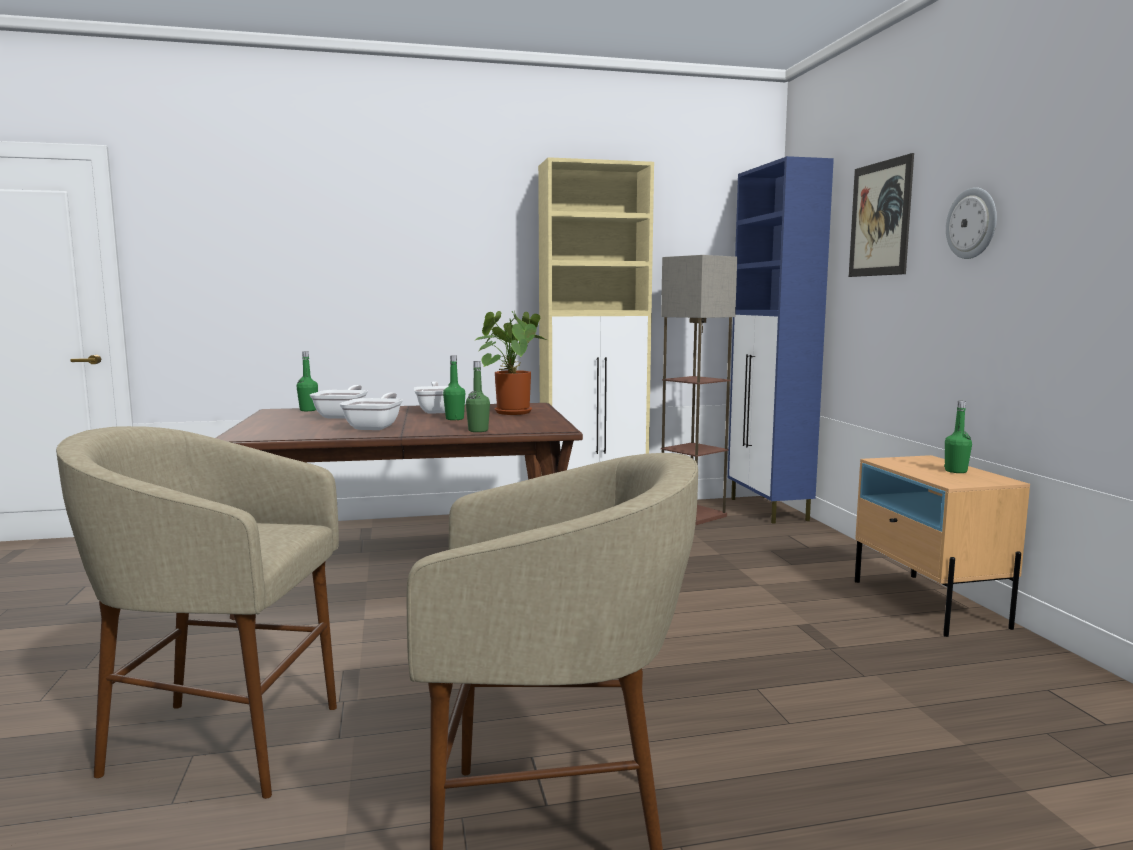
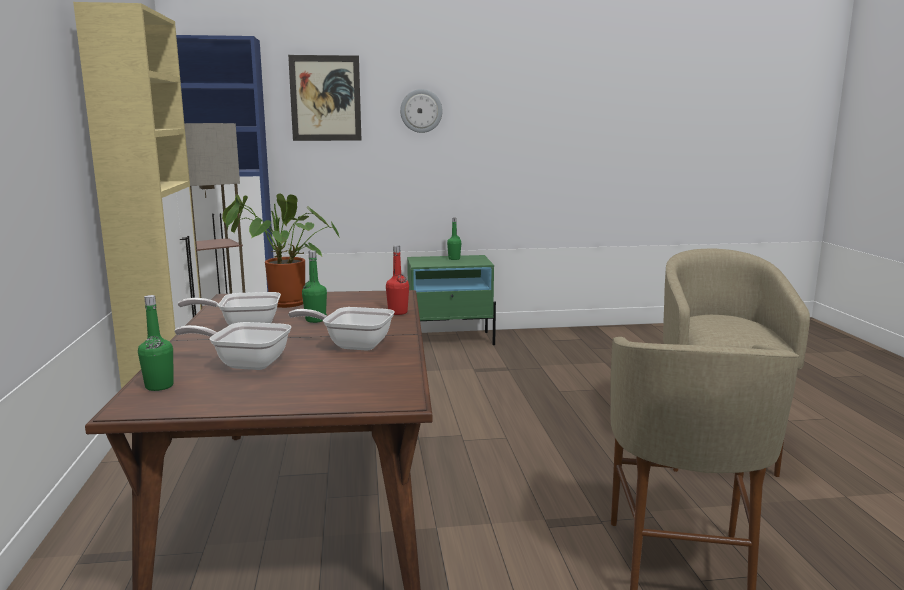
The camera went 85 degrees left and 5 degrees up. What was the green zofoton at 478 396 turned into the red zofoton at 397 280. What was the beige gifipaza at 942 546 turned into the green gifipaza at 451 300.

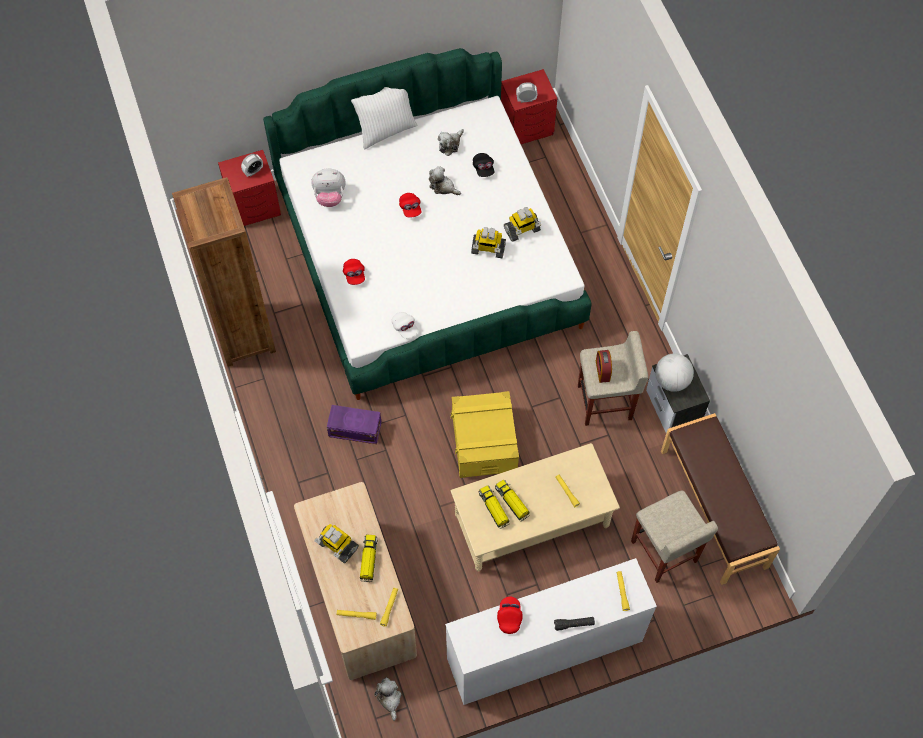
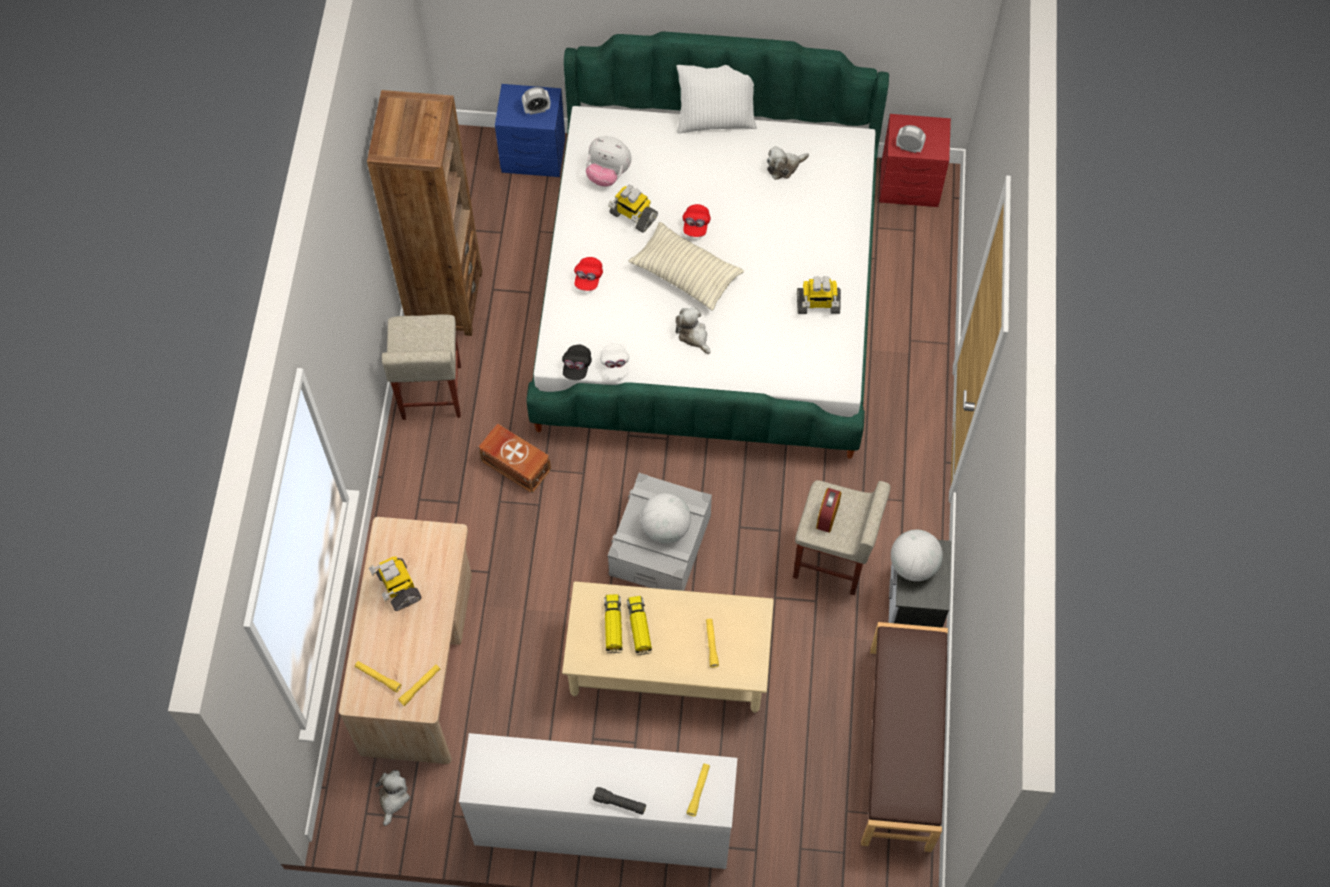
The camera went 25 degrees right and 0 degrees up. What was the red gifipaza at 249 188 turned into the blue gifipaza at 530 130. The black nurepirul ended up elsewhere, having gone from 483 165 to 577 362. The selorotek ended up elsewhere, having gone from 445 180 to 693 330. The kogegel ended up elsewhere, having gone from 488 242 to 633 209. What was the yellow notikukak at 485 434 turned into the grey notikukak at 660 532. What was the purple notikukak at 354 424 turned into the brown notikukak at 514 458. The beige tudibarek ended up elsewhere, having gone from 674 537 to 421 367. The second view lost the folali at 369 558. The second view lost the red nurepirul at 510 615. The second view gained the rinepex at 686 266. The second view gained the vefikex at 666 518.

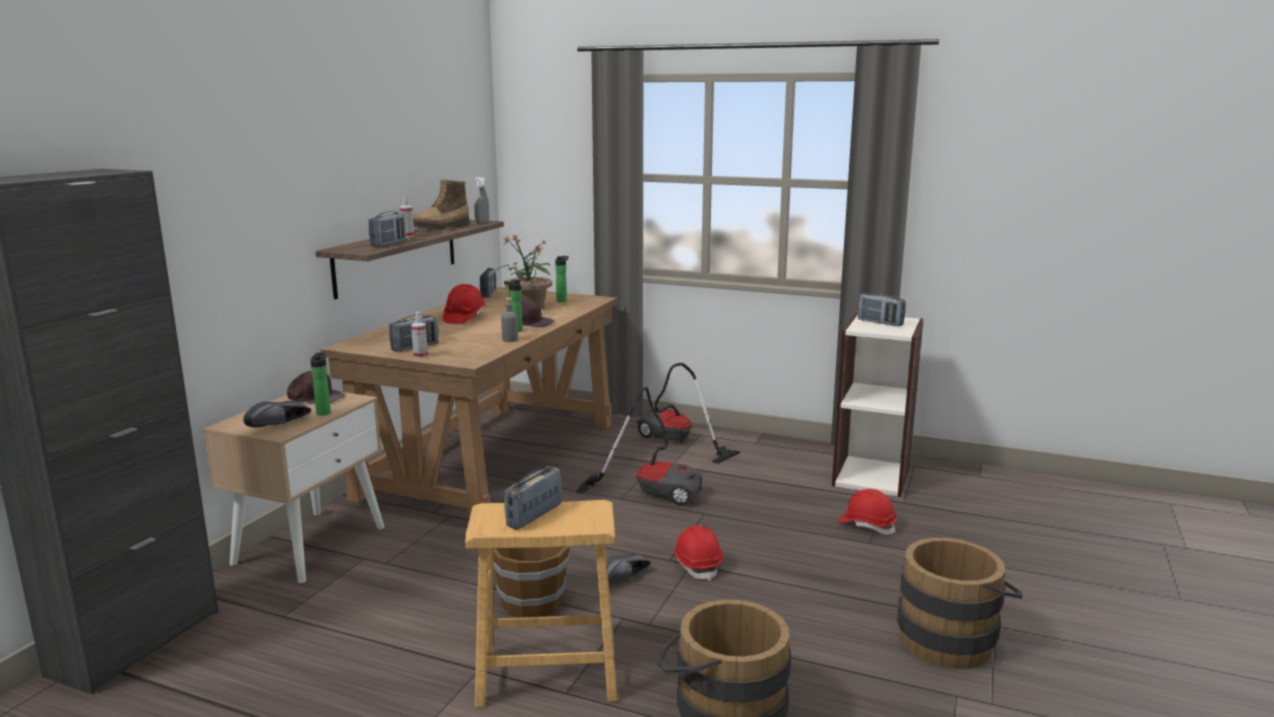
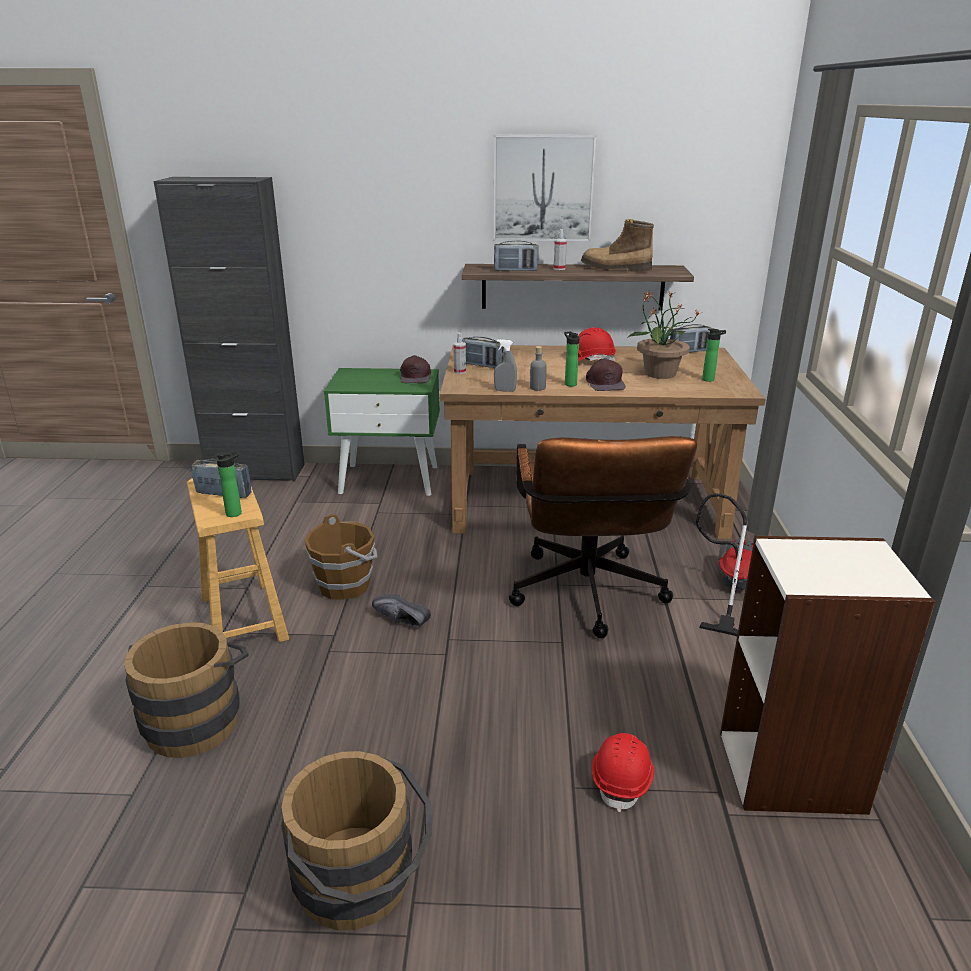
The camera went 70 degrees right and 10 degrees up. The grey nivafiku ended up elsewhere, having gone from 482 200 to 505 365. The second view lost the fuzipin at 882 309. The zofoton ended up elsewhere, having gone from 320 384 to 228 484. Where the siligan stood at 639 446, the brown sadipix came to stand at 603 537. What was the beige gifipaza at 293 487 turned into the green gifipaza at 382 432. The second view lost the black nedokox at 277 414. The second view lost the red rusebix at 698 553. The second view gained the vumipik at 545 188.

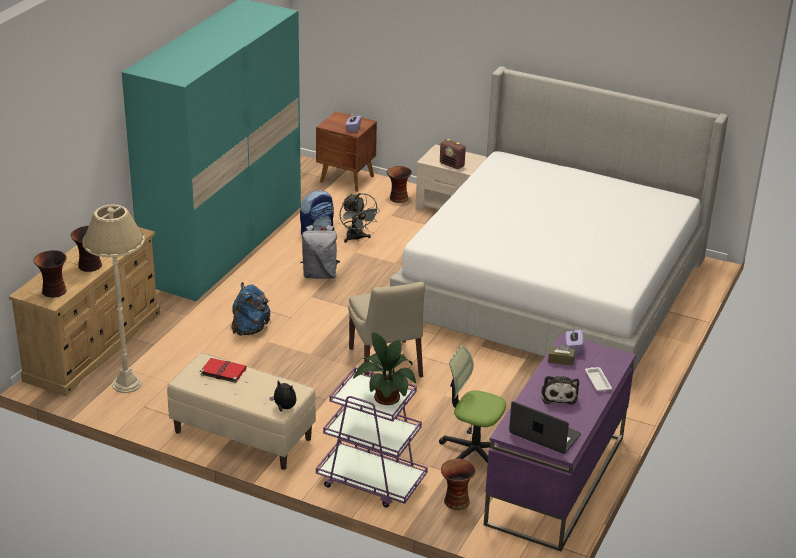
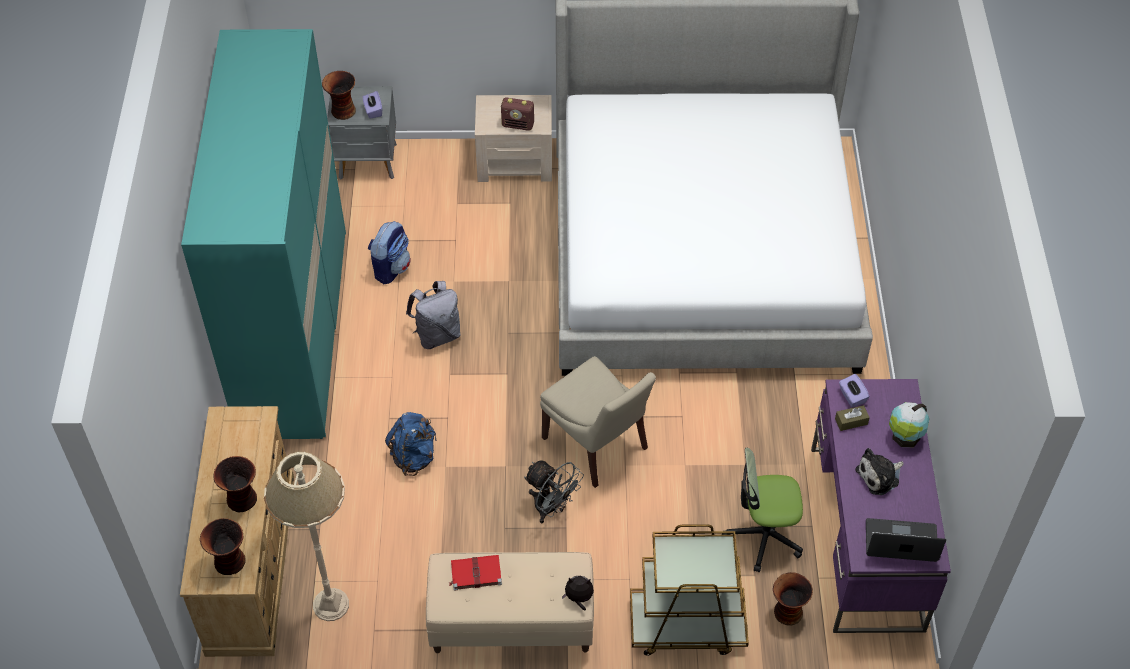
The camera went 25 degrees left and 20 degrees up. What was the brown gifipaza at 346 151 turned into the grey gifipaza at 362 132. The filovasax ended up elsewhere, having gone from 399 184 to 339 95. The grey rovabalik ended up elsewhere, having gone from 360 218 to 554 491. The second view lost the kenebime at 384 368. What was the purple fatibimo at 372 437 turned into the brown fatibimo at 689 590. Where the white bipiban stood at 598 379, the vefikex came to stand at 909 424. The selorotek at 560 390 ended up facing another way, 90 degrees clockwise from before.

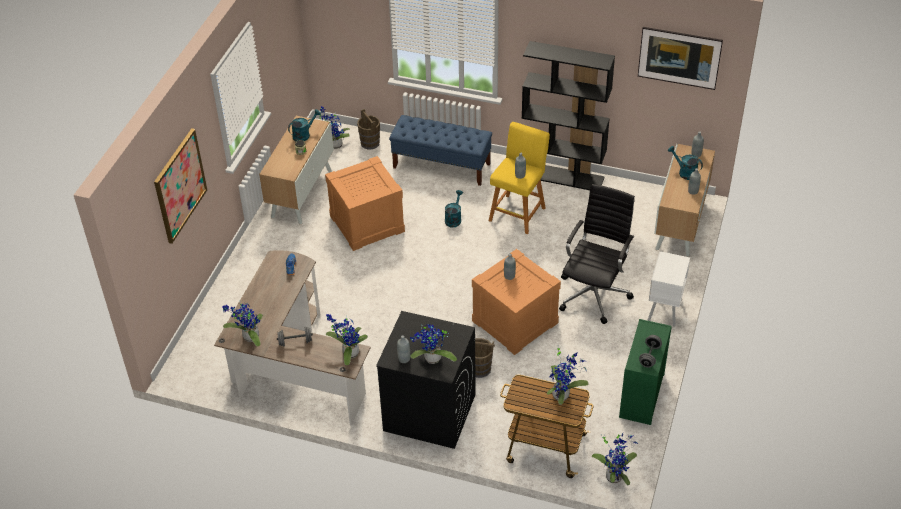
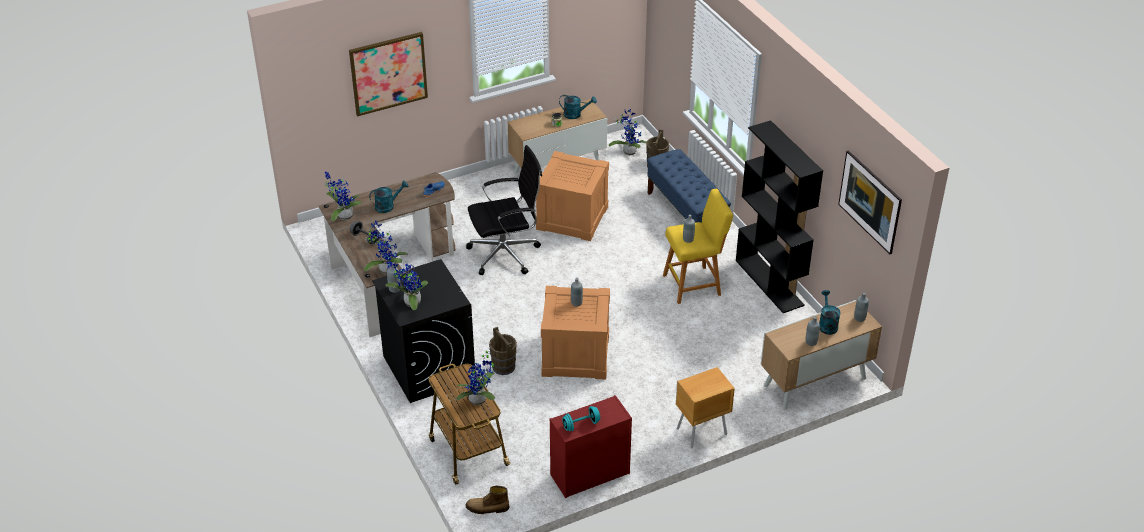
The camera went 45 degrees right and 5 degrees down. The black sadipix ended up elsewhere, having gone from 597 254 to 504 210. The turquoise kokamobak ended up elsewhere, having gone from 454 208 to 388 197. What was the white gifipaza at 669 289 turned into the brown gifipaza at 705 407. What was the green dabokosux at 645 372 turned into the red dabokosux at 591 446. What was the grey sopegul at 650 351 turned into the turquoise sopegul at 581 418. Where the kenebime stood at 615 458, the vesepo came to stand at 487 500.

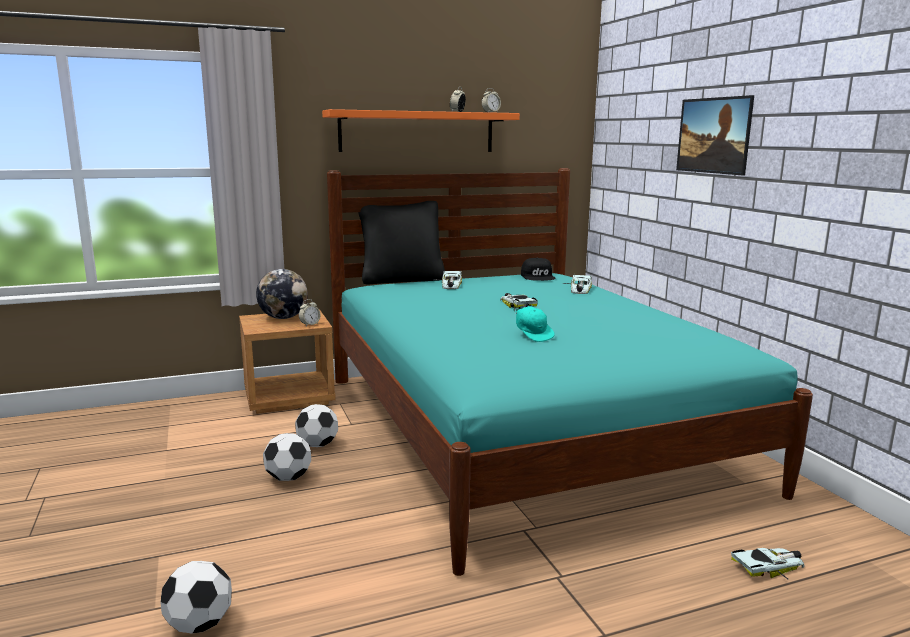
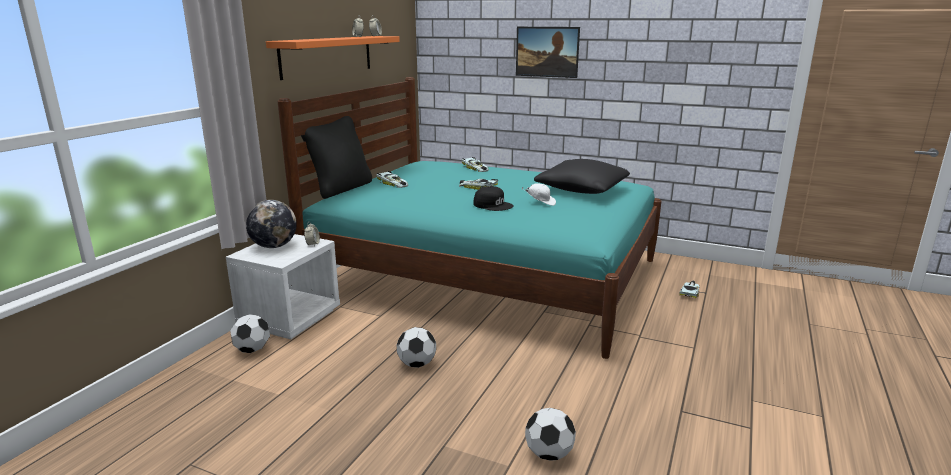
The camera went 45 degrees left and 5 degrees up. The black nurepirul ended up elsewhere, having gone from 538 269 to 493 198. What was the turquoise nurepirul at 534 324 turned into the white nurepirul at 538 194. What was the brown gifipaza at 287 361 turned into the white gifipaza at 283 286. The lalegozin ended up elsewhere, having gone from 316 425 to 250 333. The second view gained the black rinepex at 582 176.

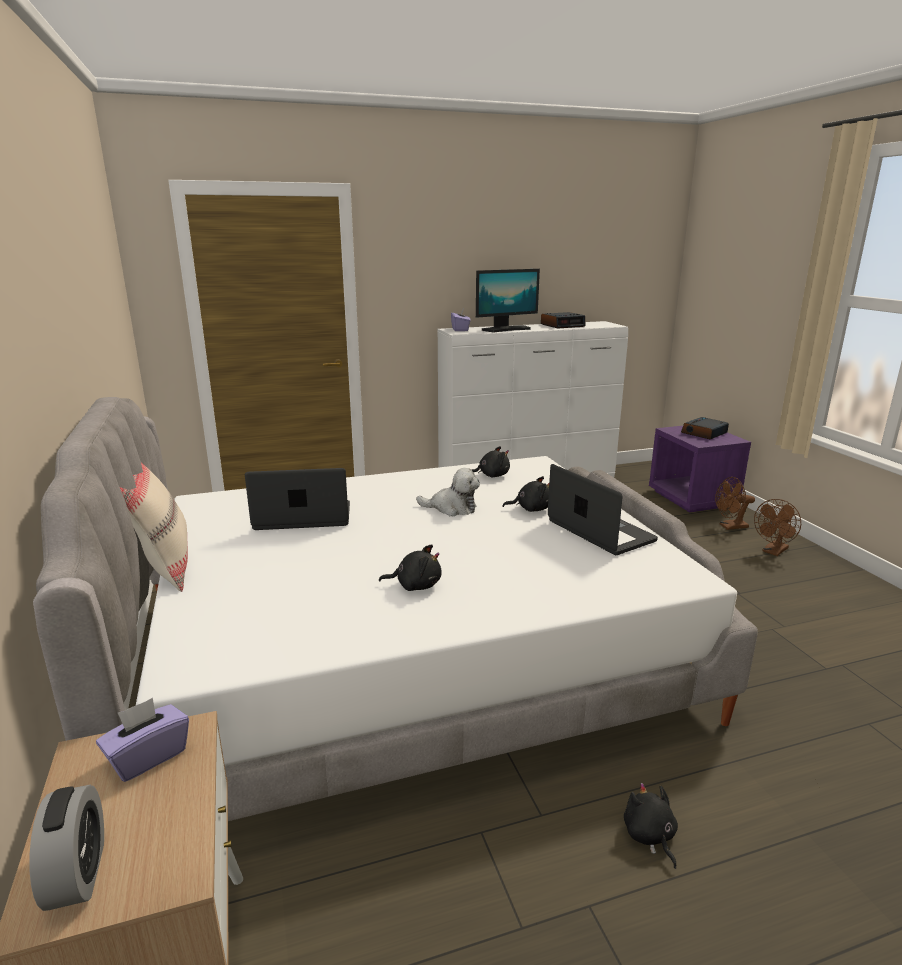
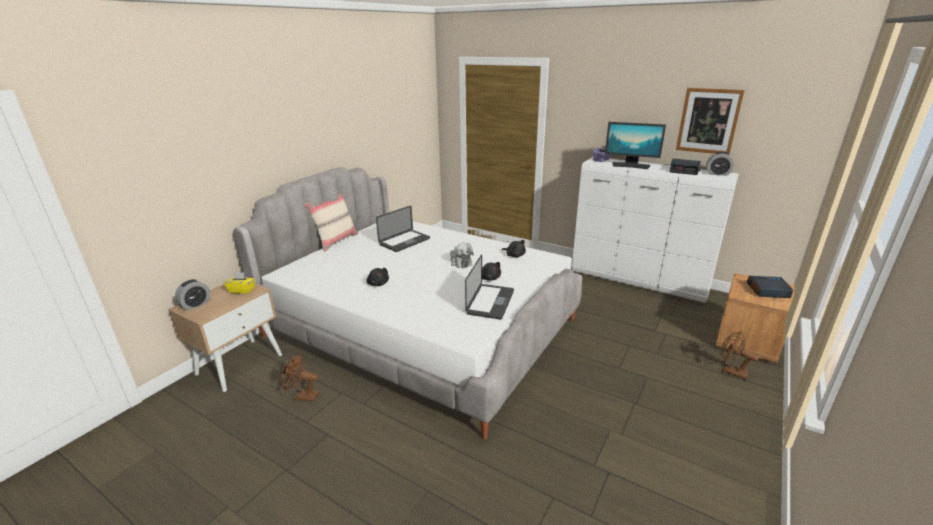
The camera went 50 degrees right and 5 degrees up. What was the purple gifipaza at 700 469 turned into the brown gifipaza at 755 317. The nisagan at 297 499 ended up facing another way, 90 degrees clockwise from before. The brown rovabalik ended up elsewhere, having gone from 777 527 to 300 377. What was the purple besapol at 142 740 turned into the yellow besapol at 239 283. The second view lost the black selorotek at 651 826. The second view gained the vumipik at 710 121. The second view gained the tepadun at 720 164.

